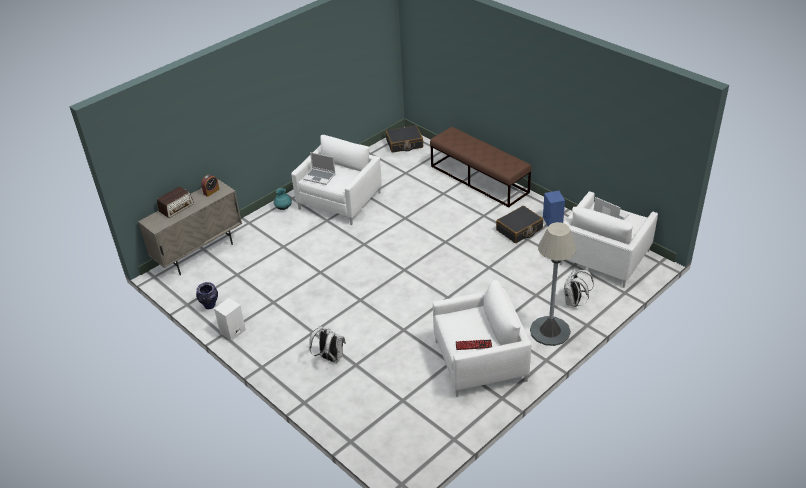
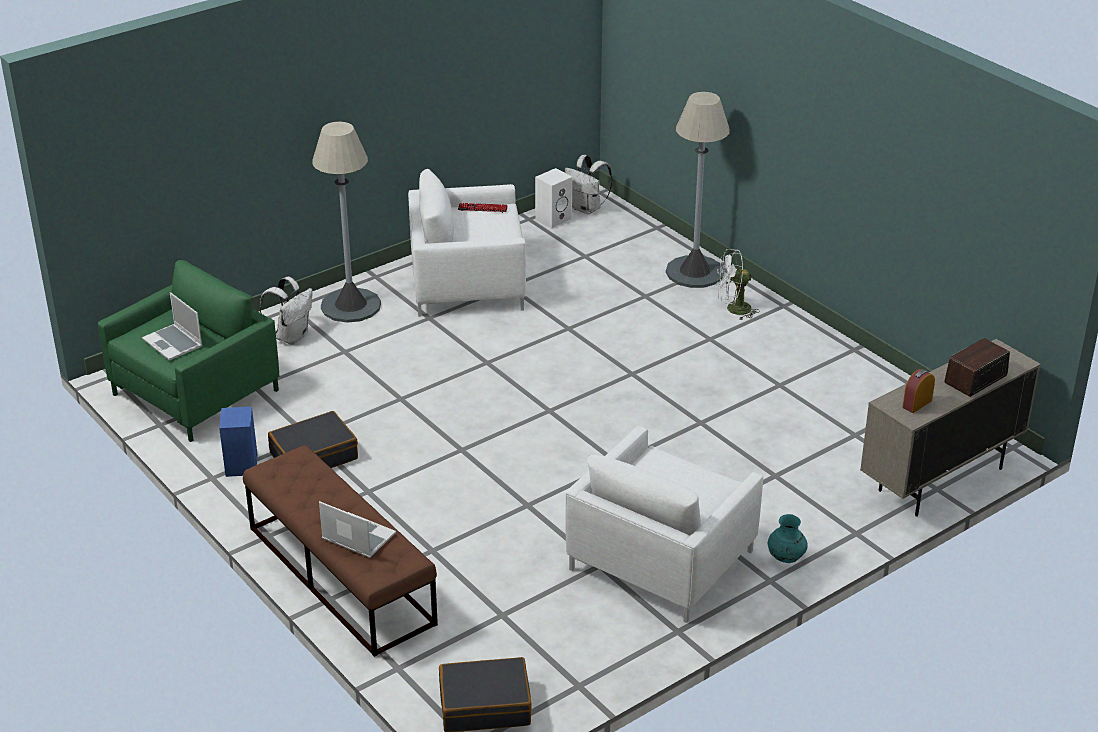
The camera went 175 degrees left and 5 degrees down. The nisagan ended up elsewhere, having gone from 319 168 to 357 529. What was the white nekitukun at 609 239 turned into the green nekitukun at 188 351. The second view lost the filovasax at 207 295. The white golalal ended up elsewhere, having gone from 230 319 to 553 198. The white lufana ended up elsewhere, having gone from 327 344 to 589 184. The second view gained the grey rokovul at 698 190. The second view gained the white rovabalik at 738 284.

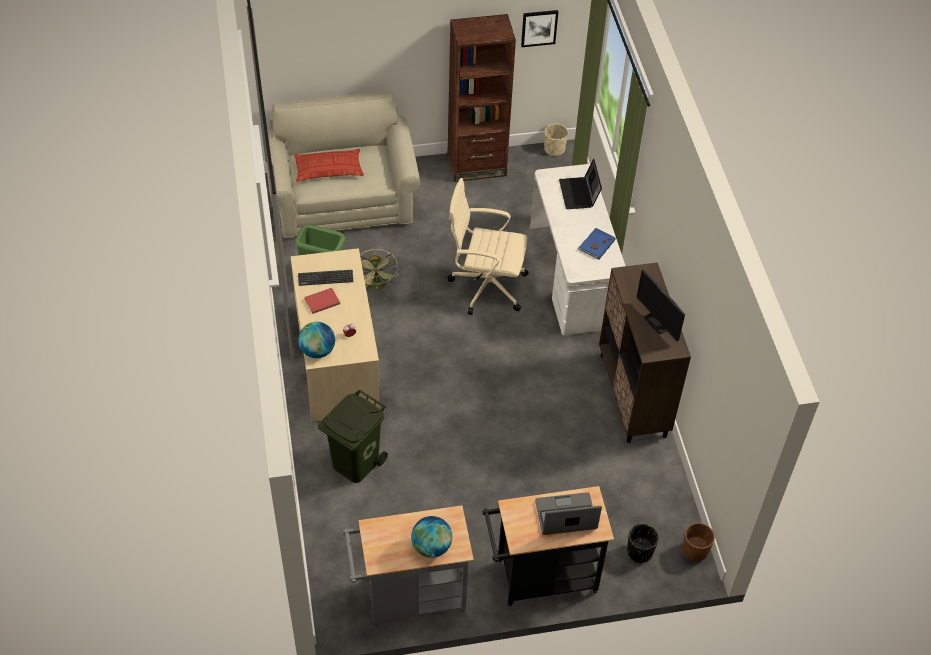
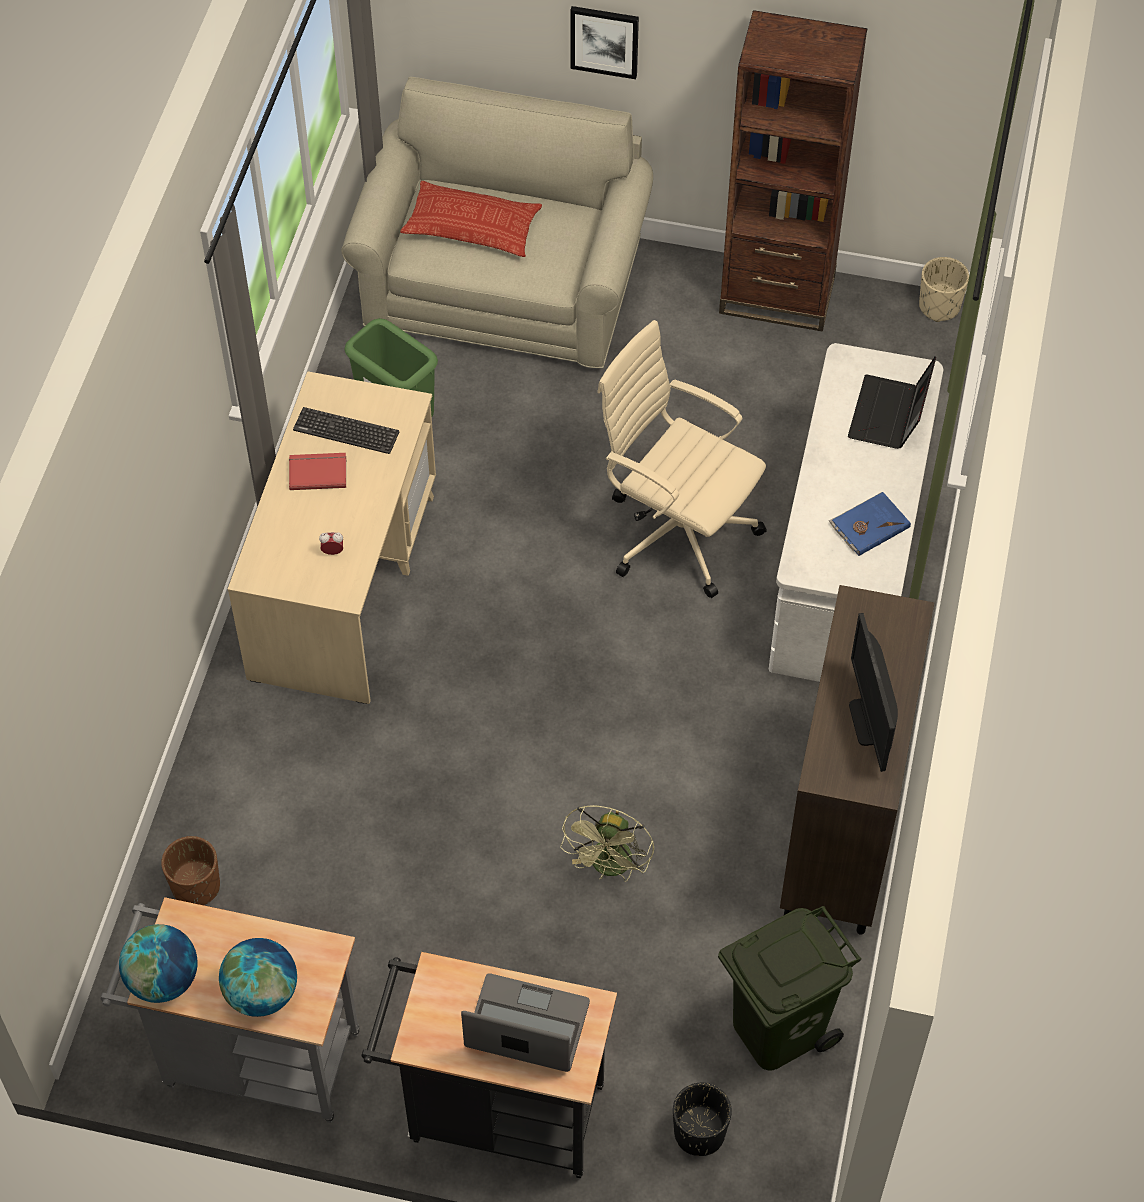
The camera went 25 degrees right and 5 degrees up. The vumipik ended up elsewhere, having gone from 539 28 to 604 42. The green rovabalik ended up elsewhere, having gone from 379 269 to 607 843. The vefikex ended up elsewhere, having gone from 316 340 to 158 963. The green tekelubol ended up elsewhere, having gone from 353 436 to 789 988. The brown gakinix ended up elsewhere, having gone from 698 542 to 190 870.

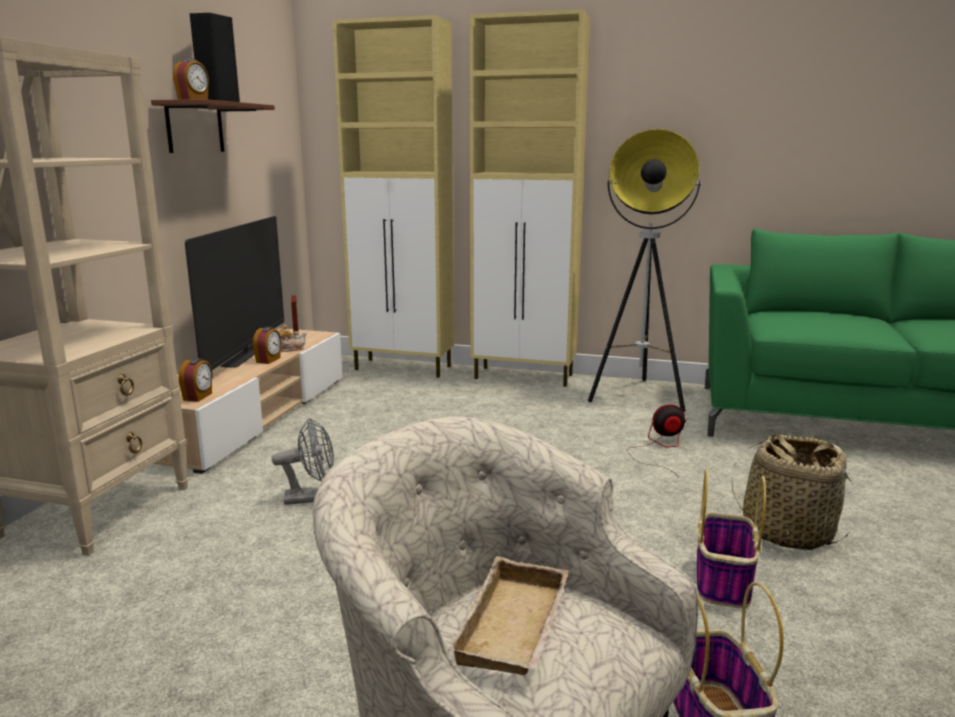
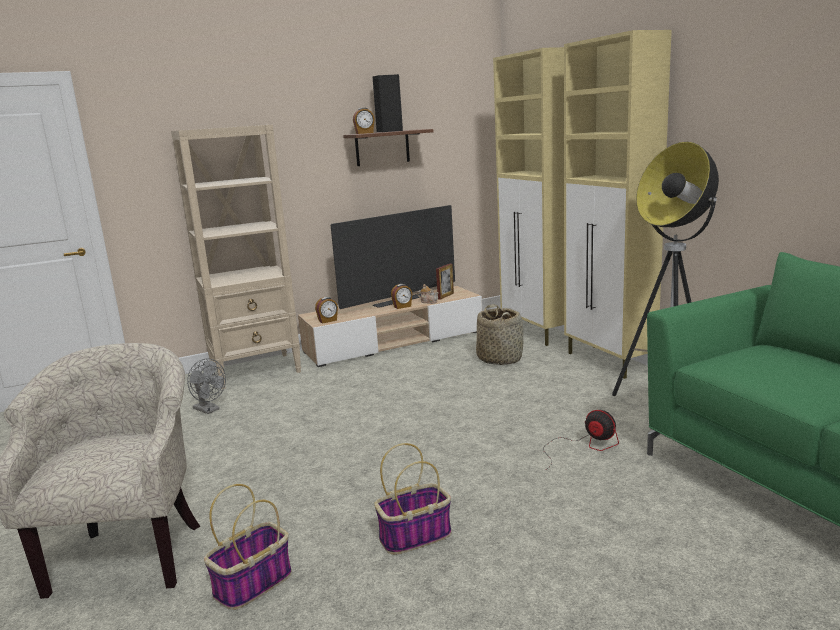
The camera went 50 degrees right and 0 degrees up. The grey rovabalik ended up elsewhere, having gone from 303 461 to 206 386. The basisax ended up elsewhere, having gone from 792 492 to 499 334. The second view lost the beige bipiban at 509 615.

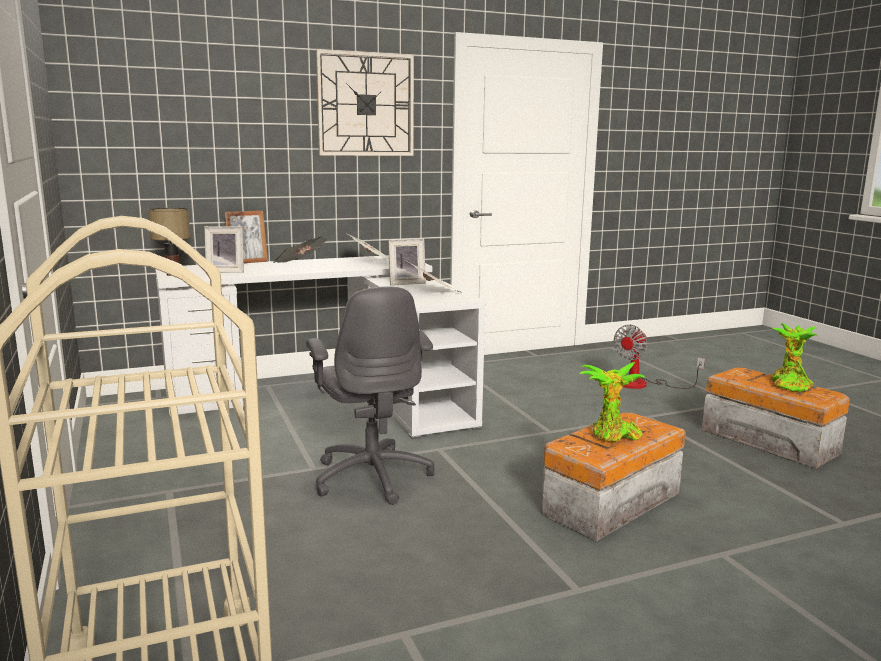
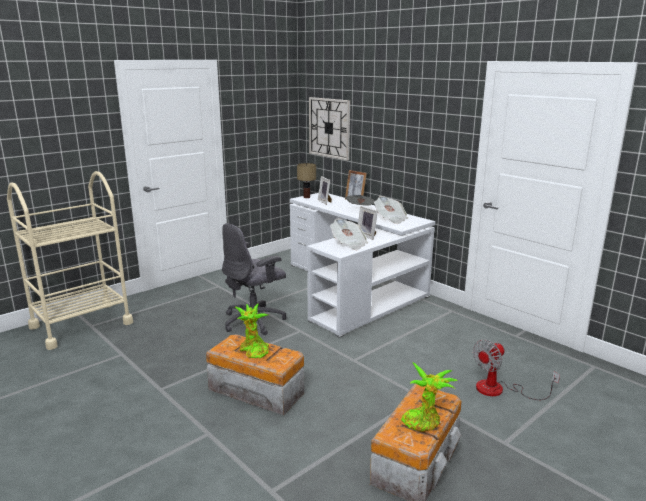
The camera went 70 degrees right and 5 degrees up. The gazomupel ended up elsewhere, having gone from 365 103 to 329 129. The rovabalik at 659 357 ended up facing another way, 60 degrees counterclockwise from before.

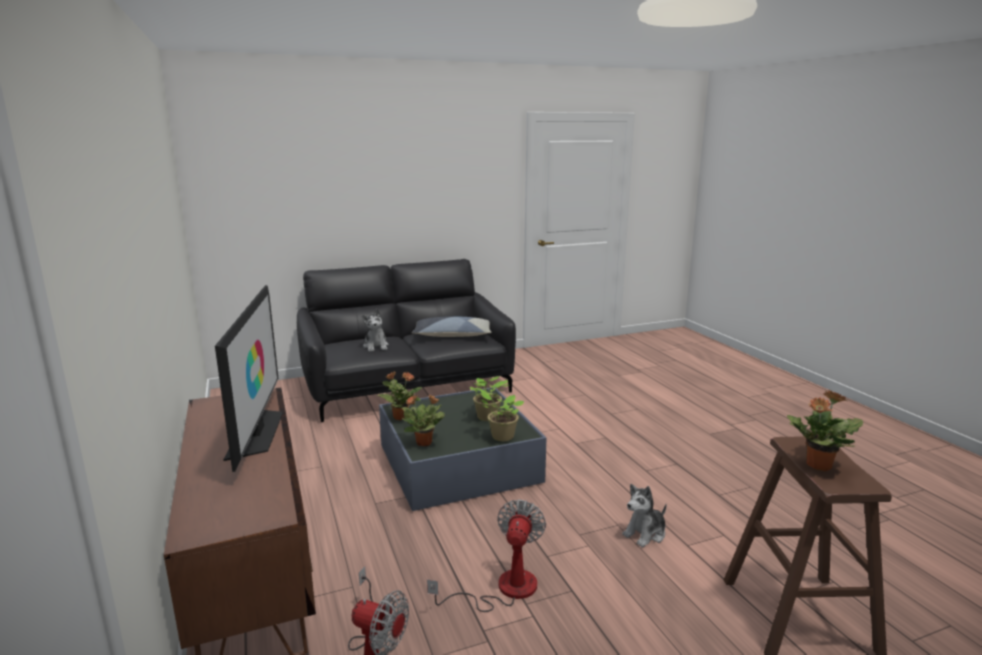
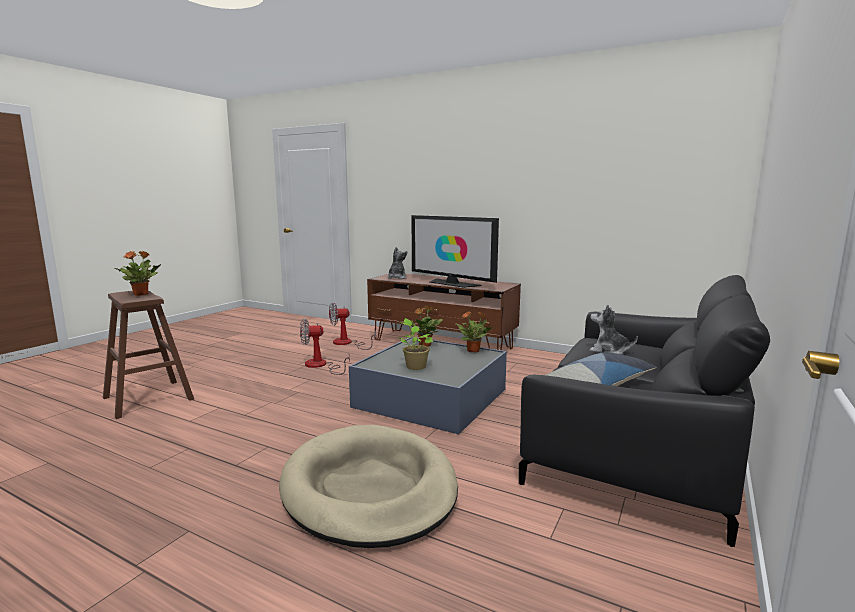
The camera went 140 degrees right and 5 degrees down. The second view lost the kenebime at 500 414. The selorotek ended up elsewhere, having gone from 644 515 to 397 263. The rovabalik at 486 555 ended up facing another way, 105 degrees clockwise from before. The second view gained the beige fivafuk at 368 486.

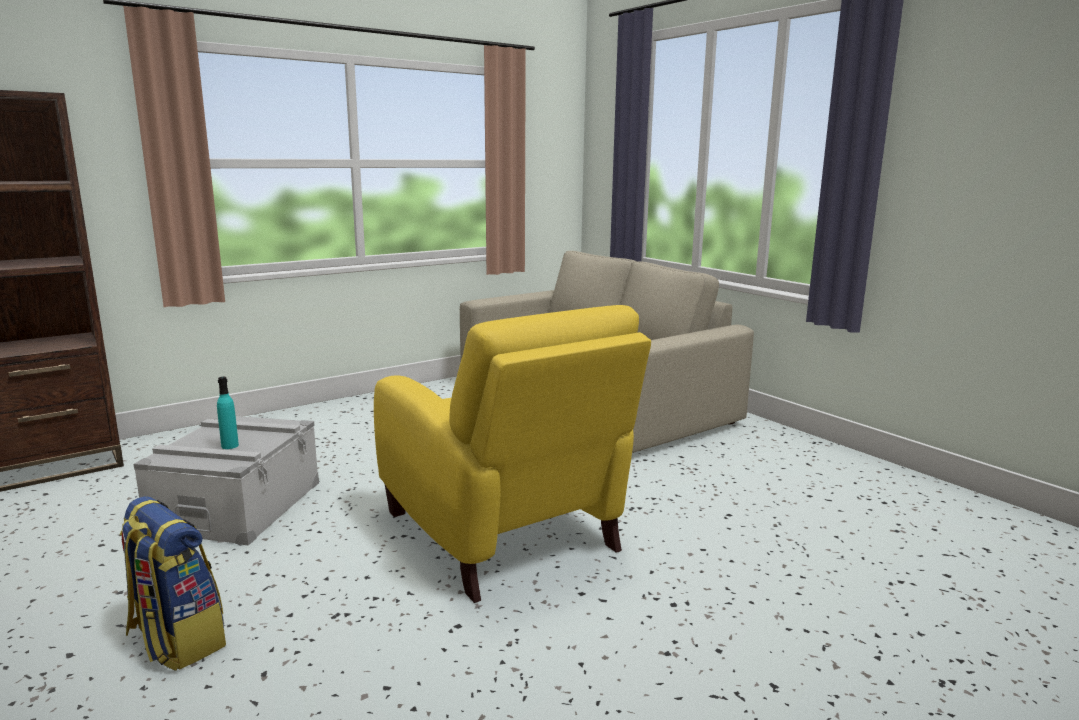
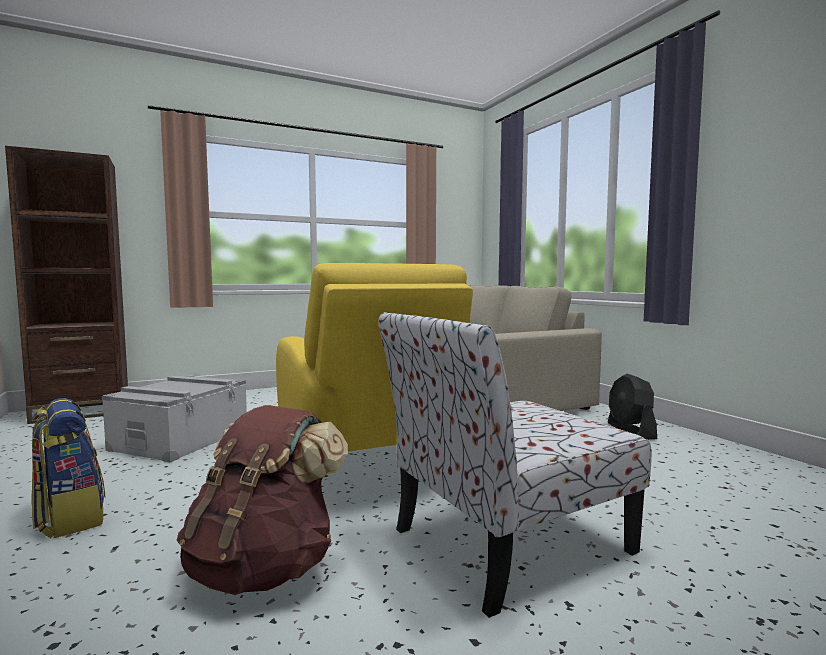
The camera went 10 degrees right and 10 degrees down. The second view lost the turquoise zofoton at 228 413. The second view gained the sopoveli at 515 465. The second view gained the black rovabalik at 632 407. The second view gained the brown lufana at 262 500.

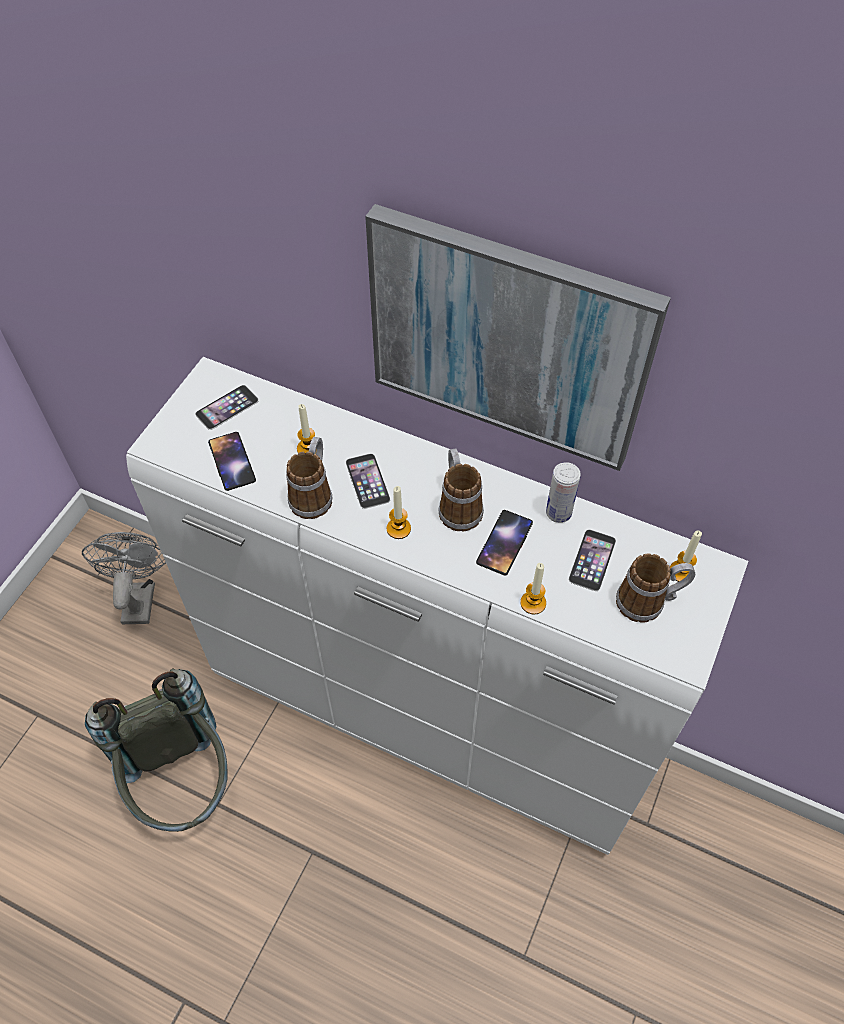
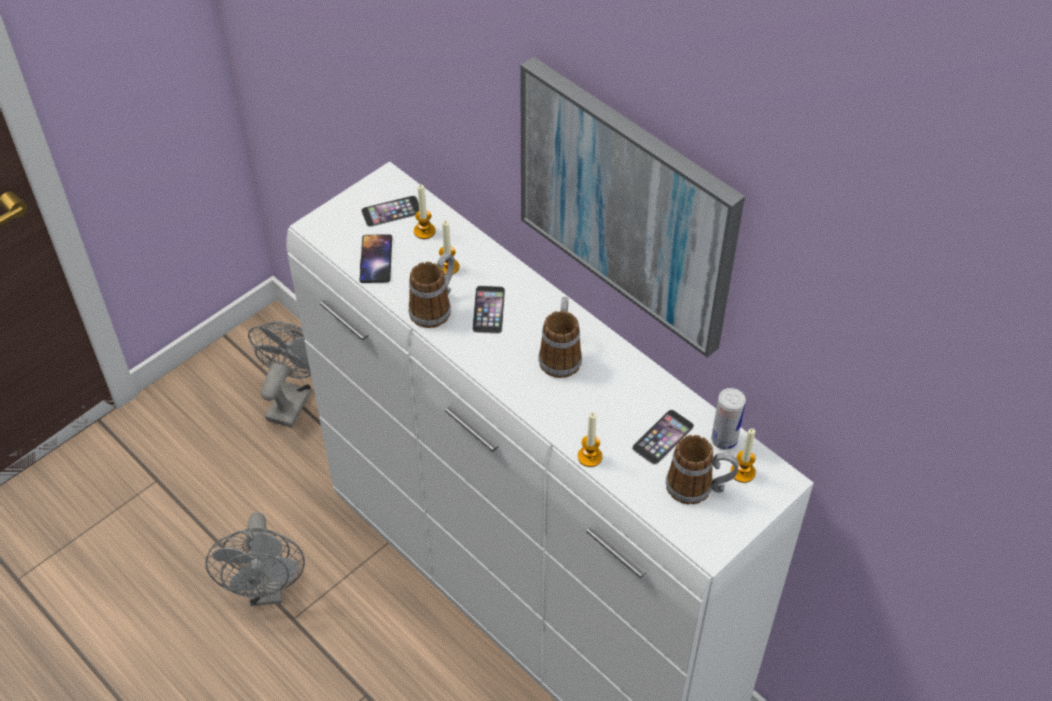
The camera went 20 degrees right and 5 degrees down. The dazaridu ended up elsewhere, having gone from 563 492 to 728 419. The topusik ended up elsewhere, having gone from 399 512 to 424 212. The second view lost the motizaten at 504 543. Where the grey lufana stood at 156 750, the grey rovabalik came to stand at 255 559.

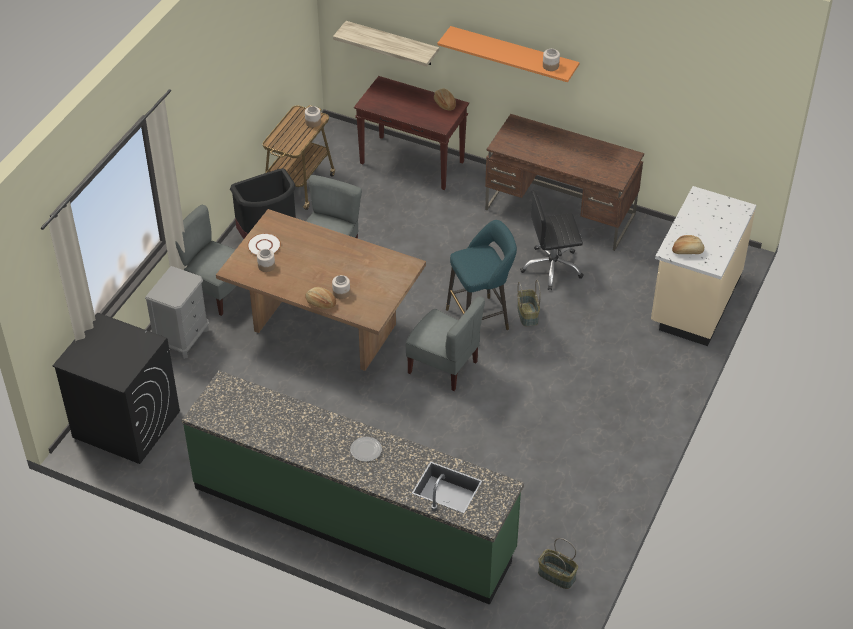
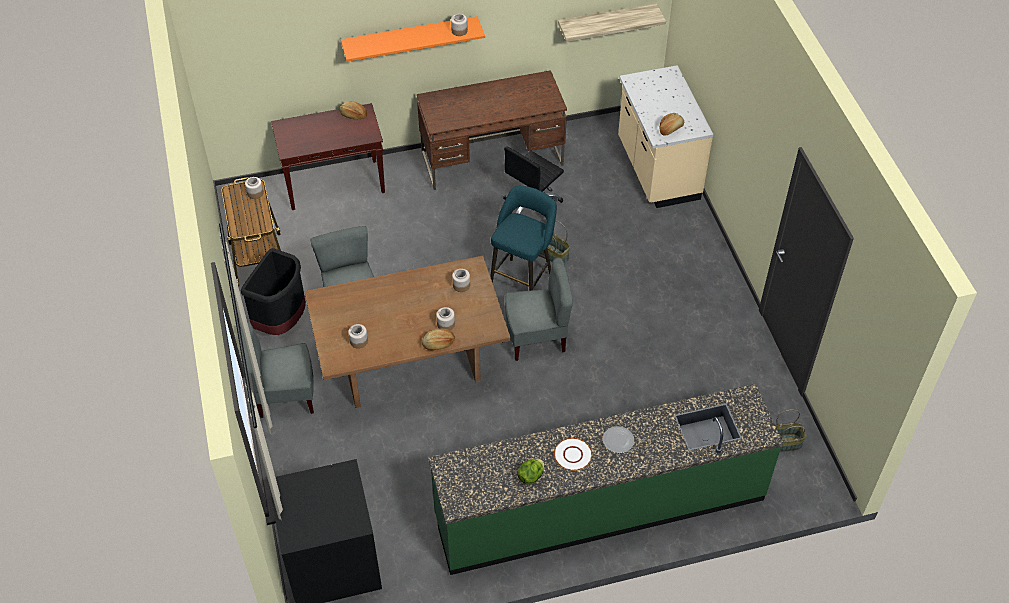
The camera went 40 degrees left and 5 degrees up. The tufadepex ended up elsewhere, having gone from 386 44 to 612 22. The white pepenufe ended up elsewhere, having gone from 264 244 to 573 454. The second view lost the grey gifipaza at 177 312. The second view gained the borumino at 461 280. The second view gained the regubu at 530 471.

